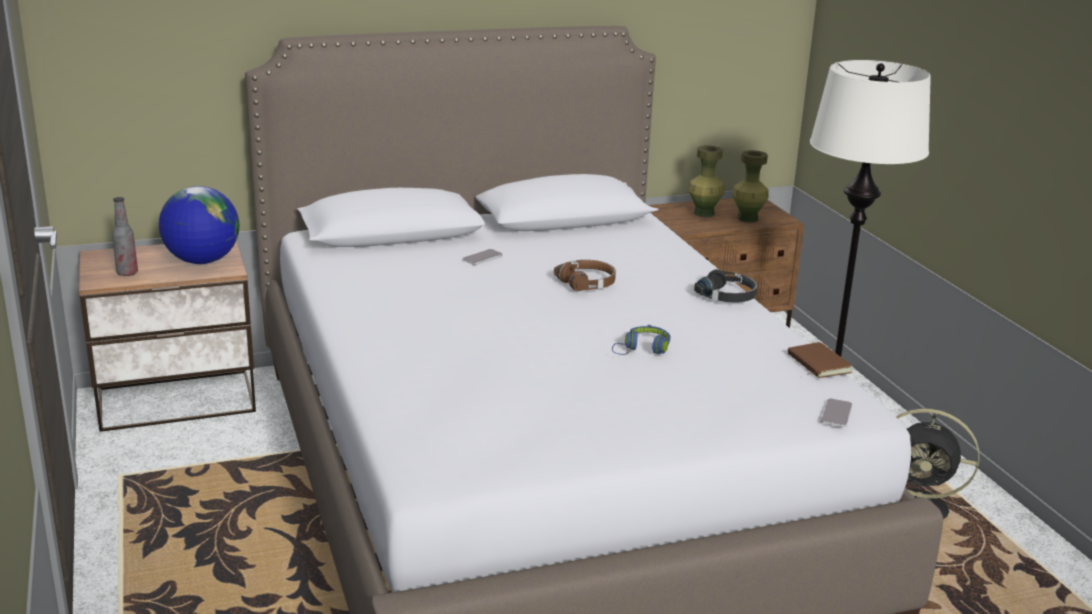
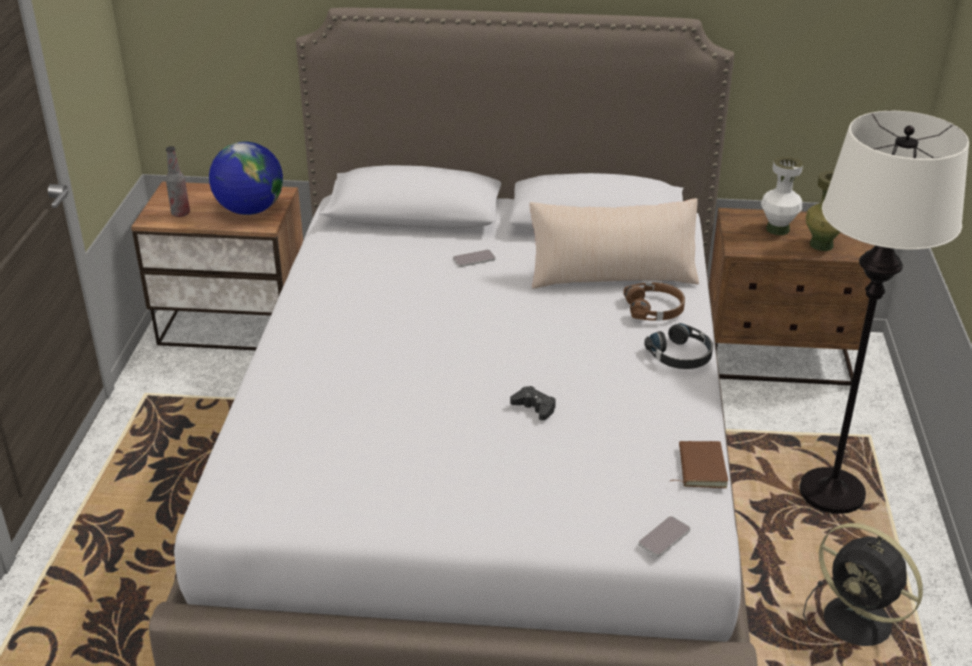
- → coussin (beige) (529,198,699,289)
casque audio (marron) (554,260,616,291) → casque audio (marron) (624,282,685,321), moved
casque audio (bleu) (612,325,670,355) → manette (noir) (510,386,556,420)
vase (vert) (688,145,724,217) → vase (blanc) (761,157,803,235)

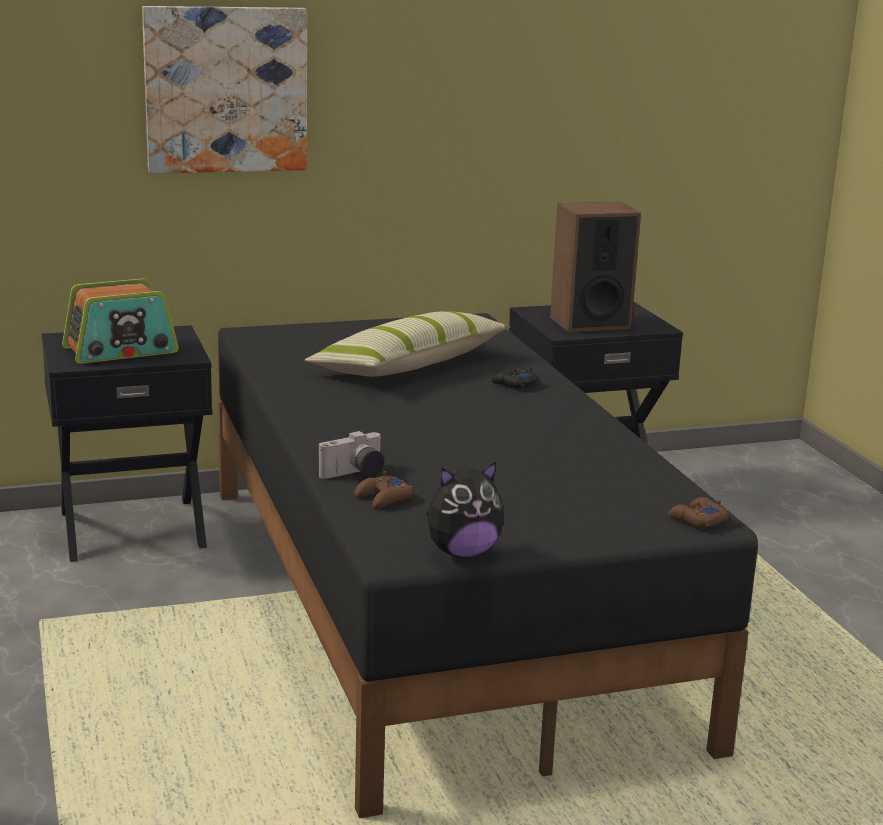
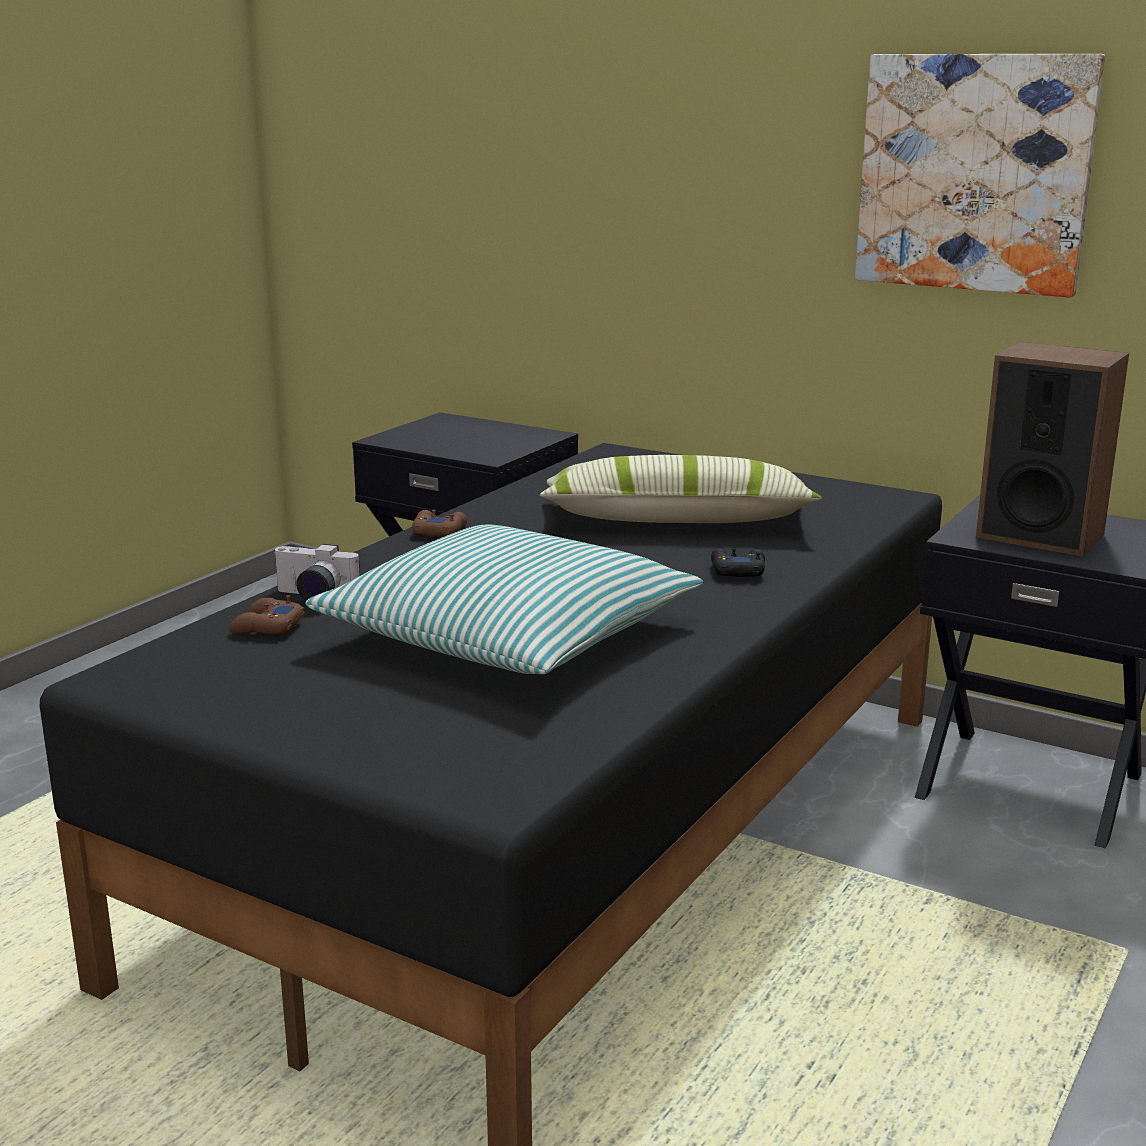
radio (62,278,179,364) → -
peluche (426,461,504,558) → -
- → coussin (305,525,703,675)
tableau (142,6,307,174) → tableau (855,54,1105,297), moved
manette (marron) (668,497,729,528) → manette (marron) (412,510,467,536), moved

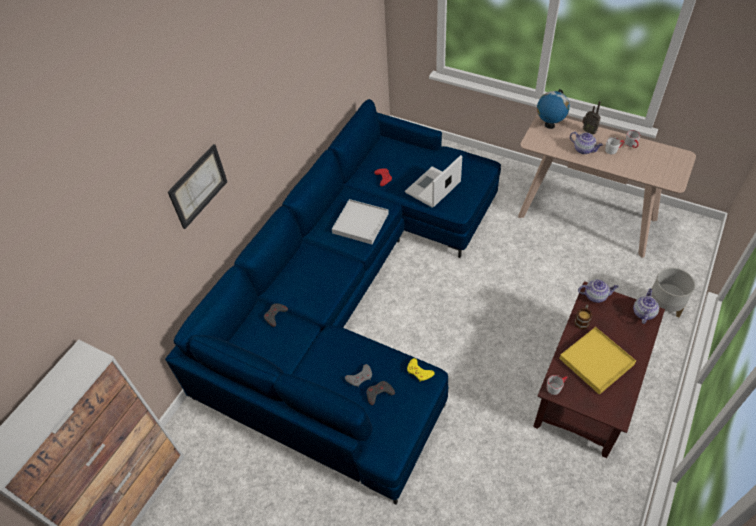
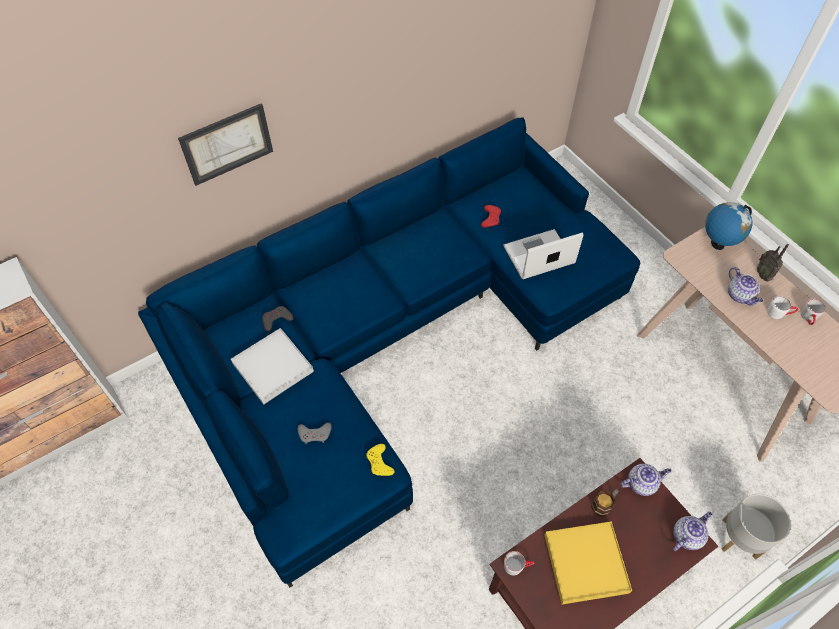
manette (gris) (367,381,395,405) → -
plateau (blanc) (332,199,389,244) → plateau (blanc) (231,328,314,404), moved
théière (578,279,619,303) → théière (620,464,671,496), 45 degrees counterclockwise

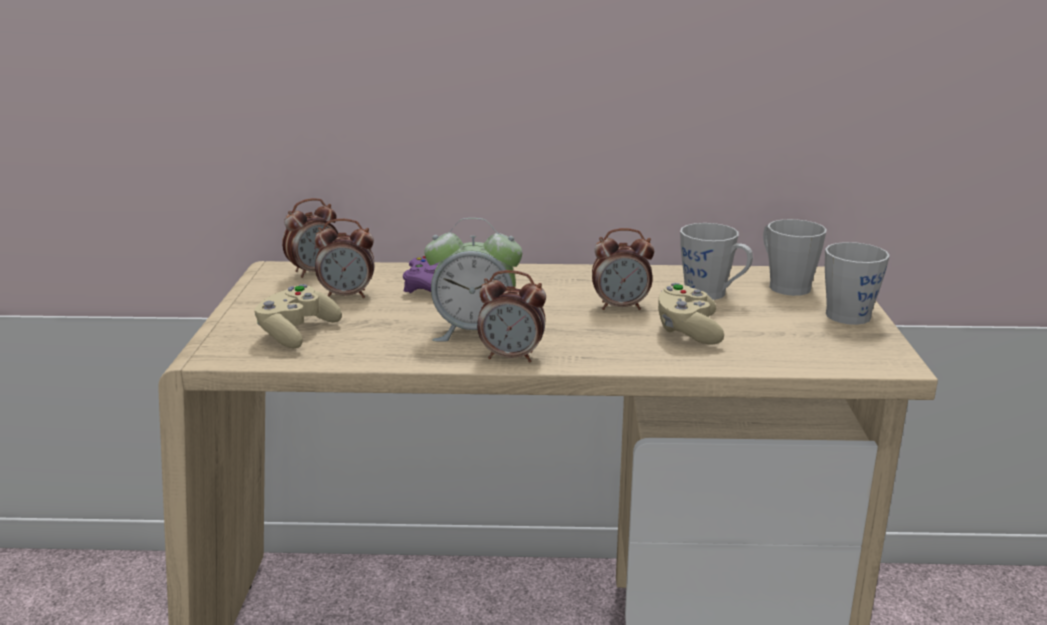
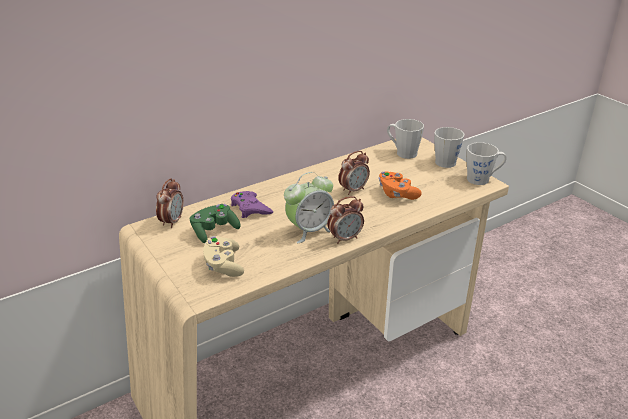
mug (gris) (680,223,753,300) → mug (gris) (467,142,506,185), moved
réveil (315,219,374,298) → manette (vert) (190,204,240,243)
manette (beige) (658,283,724,345) → manette (orange) (379,172,422,200)

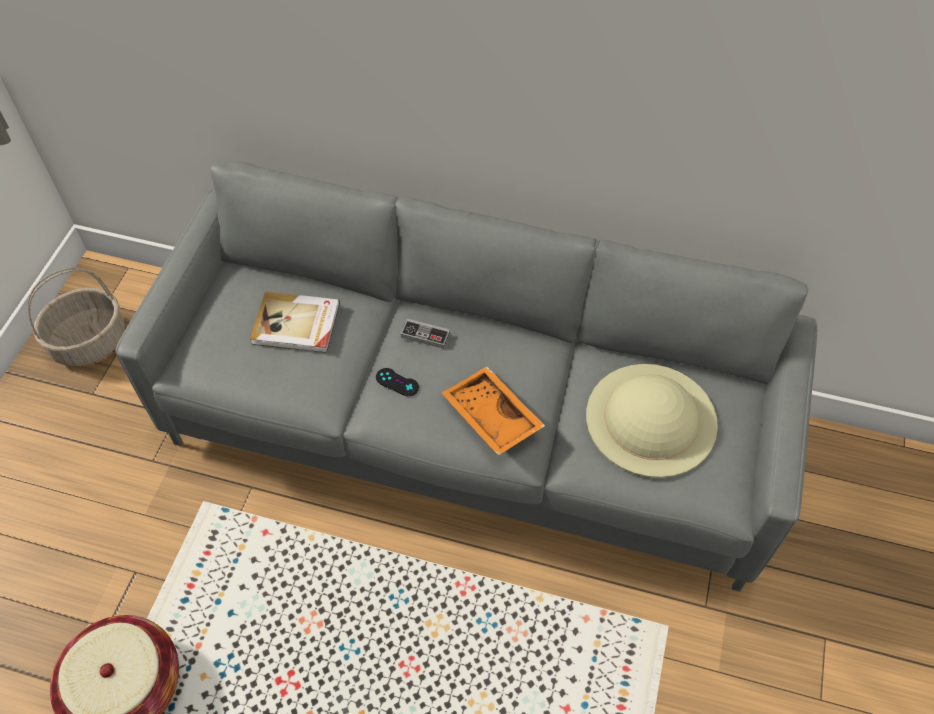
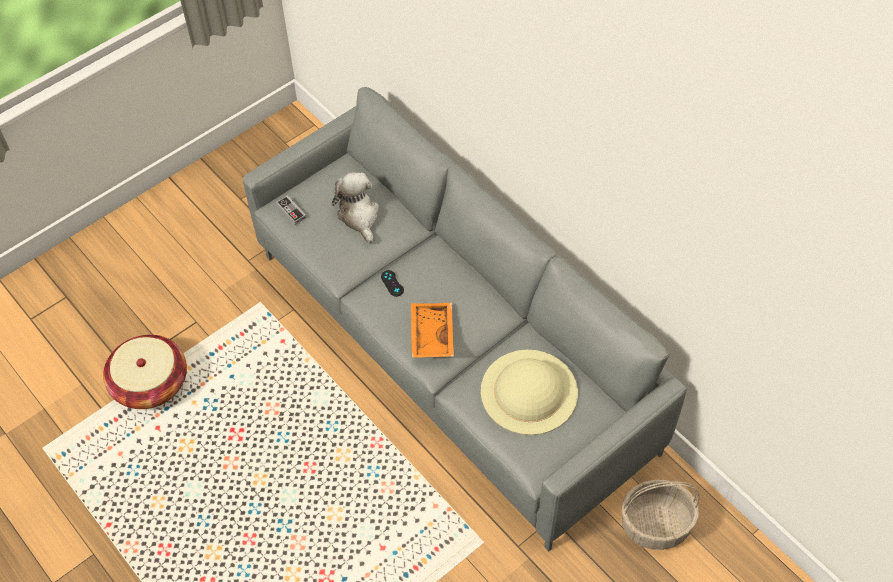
panier (28,268,125,366) → panier (622,480,699,550), moved
manette (401,319,450,349) → manette (276,195,306,225), moved
livre (250,291,340,353) → peluche (332,172,379,243)

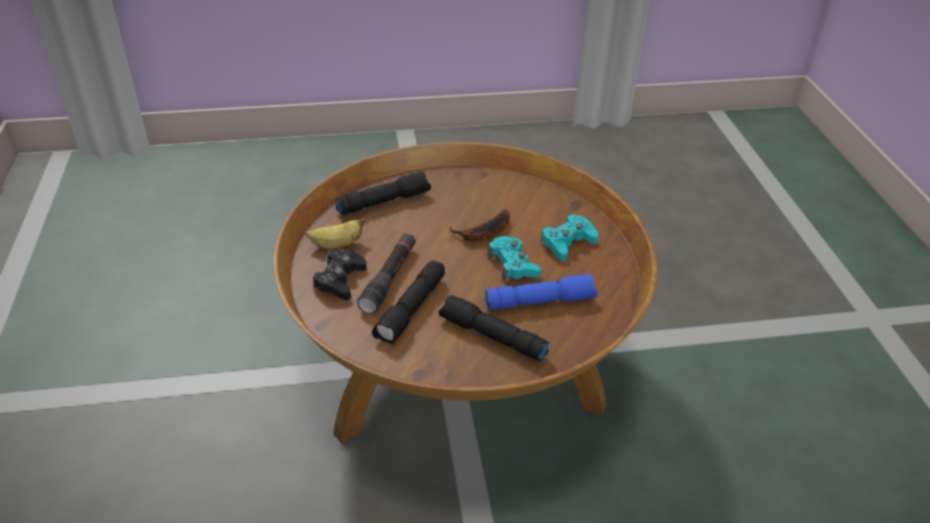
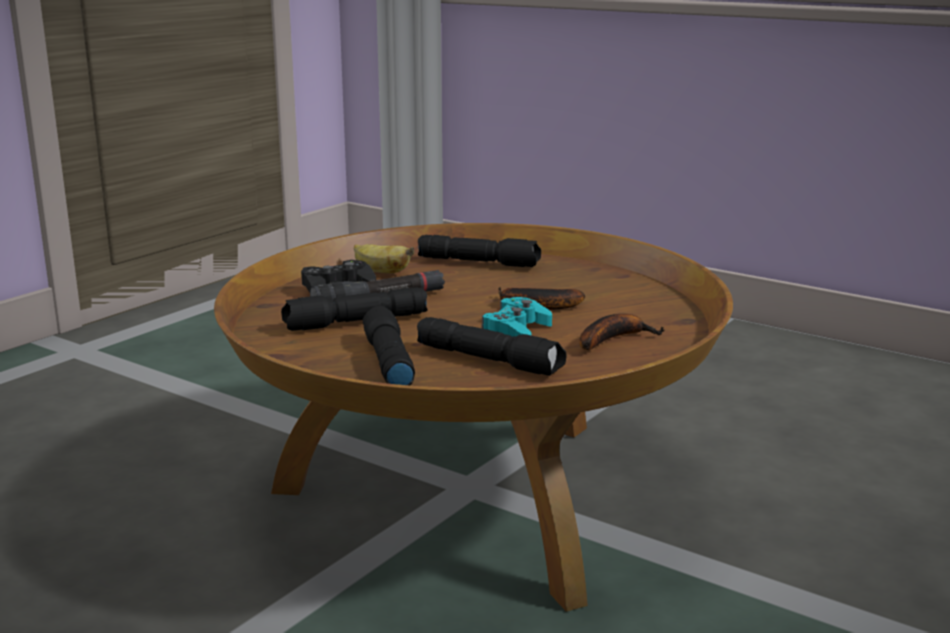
manette (turquoise) (541,214,598,261) → banane (579,314,664,350)
lampe de poche (bleu) (484,274,598,310) → lampe de poche (noir) (417,317,567,376)

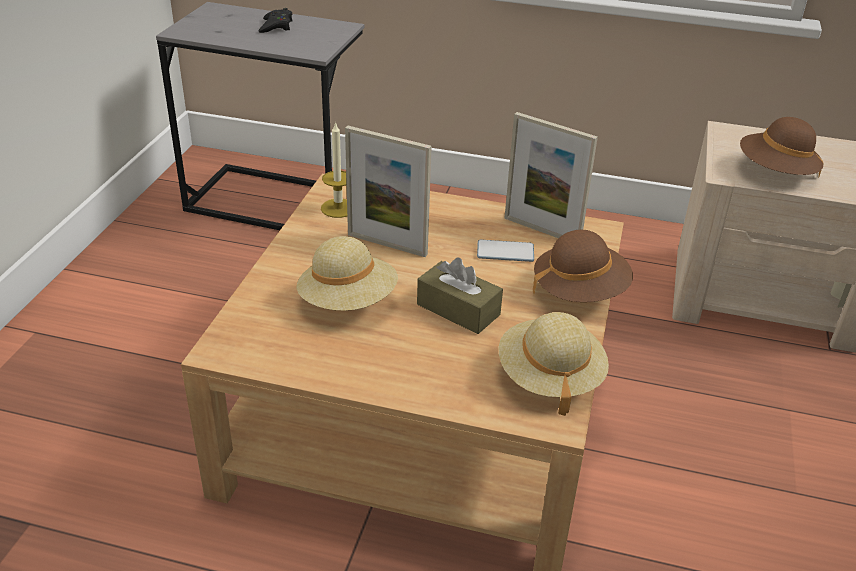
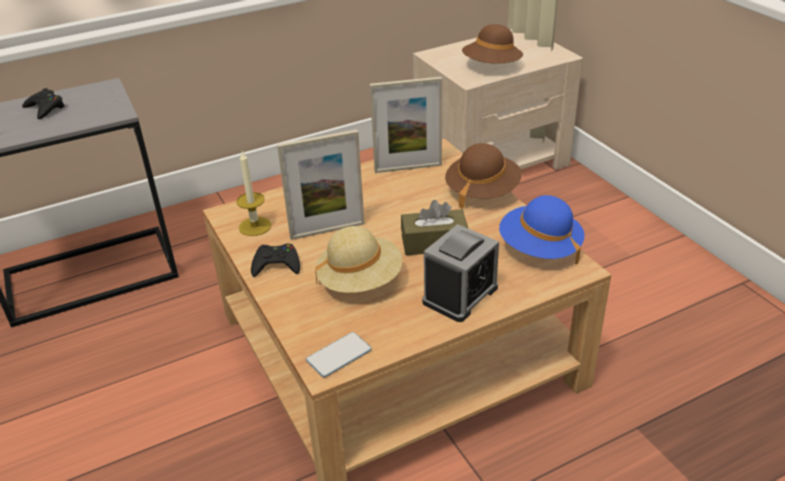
- → manette (noir) (251,244,300,277)
- → réveil (422,224,499,322)
téléphone (477,240,534,262) → téléphone (306,332,372,378), moved
chapeau (beige) (499,312,609,416) → chapeau (bleu) (499,195,585,264)

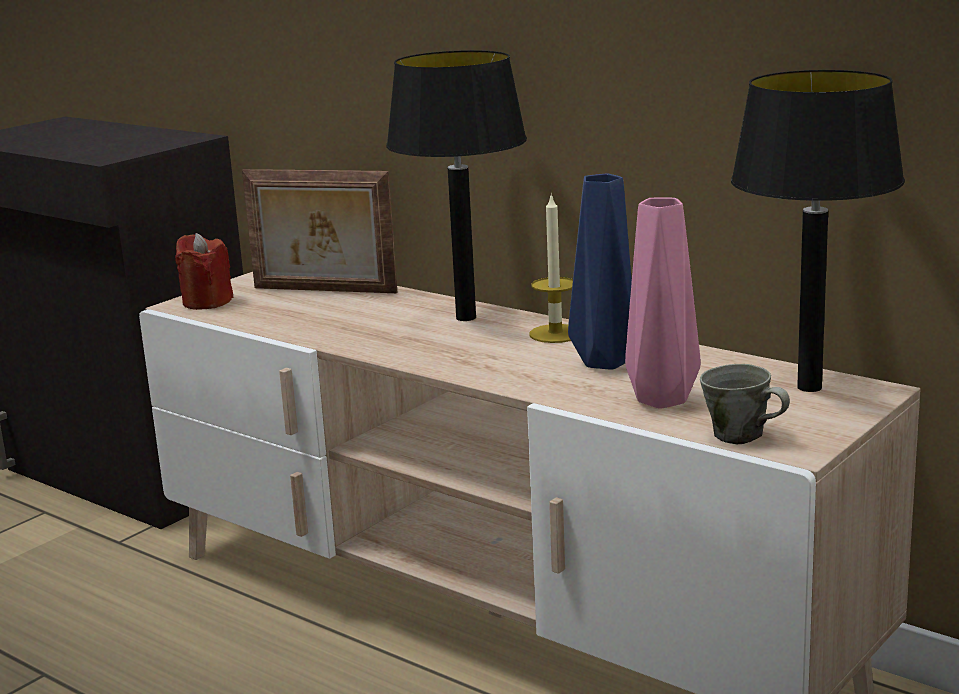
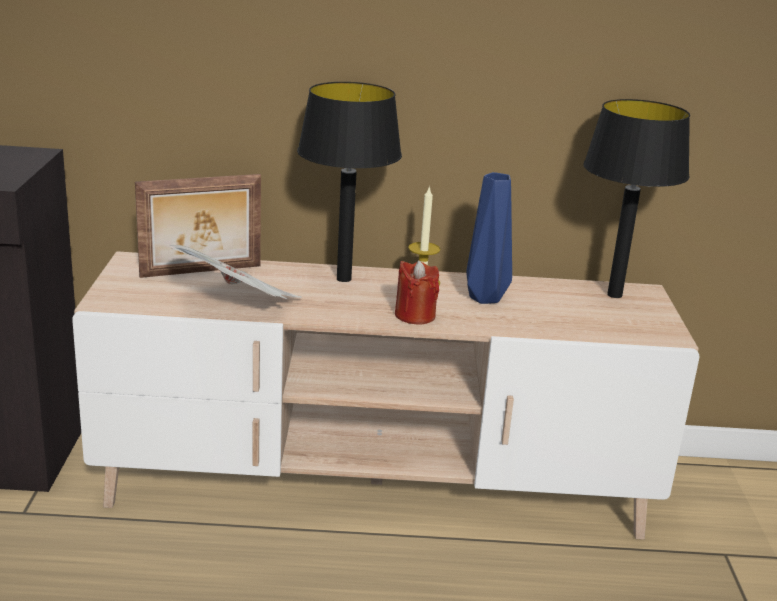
vase (rose) (625,197,701,409) → -
mug (gris) (700,364,790,444) → -
- → journal (169,245,302,299)
bougie (rouge) (175,233,233,310) → bougie (rouge) (395,260,439,324), moved

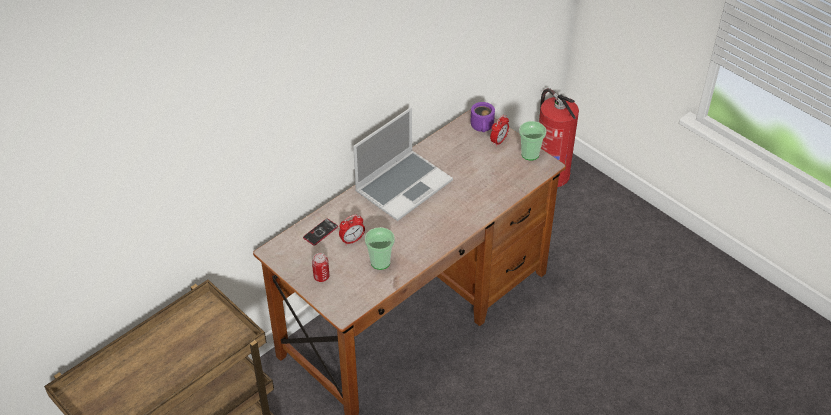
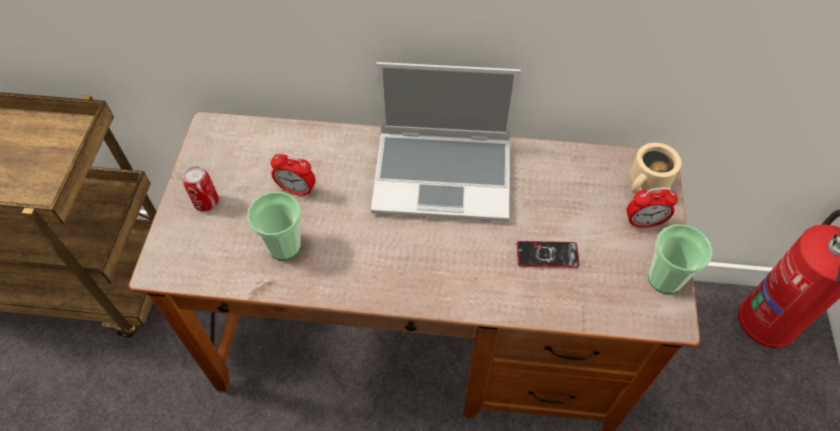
téléphone (303,219,338,246) → téléphone (517,241,579,268), moved
mug (violet) (471,102,495,132) → mug (beige) (629,143,681,194)

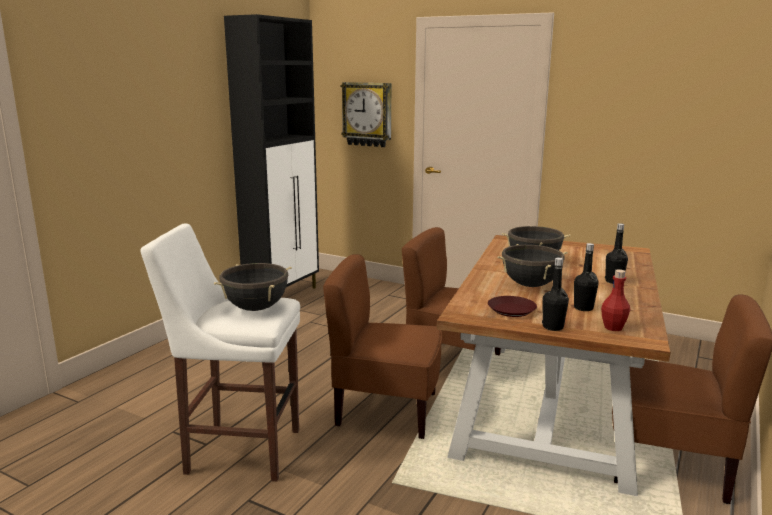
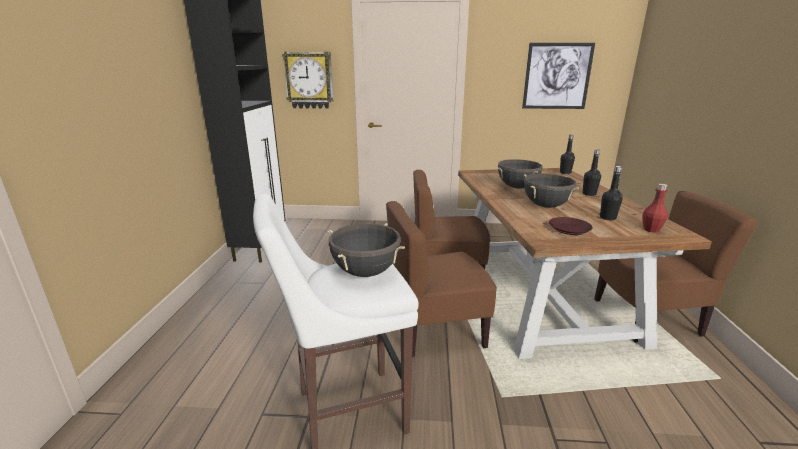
- → tableau (522,43,595,109)
bouteille (noir) (542,258,569,331) → bouteille (noir) (560,135,575,174), moved

